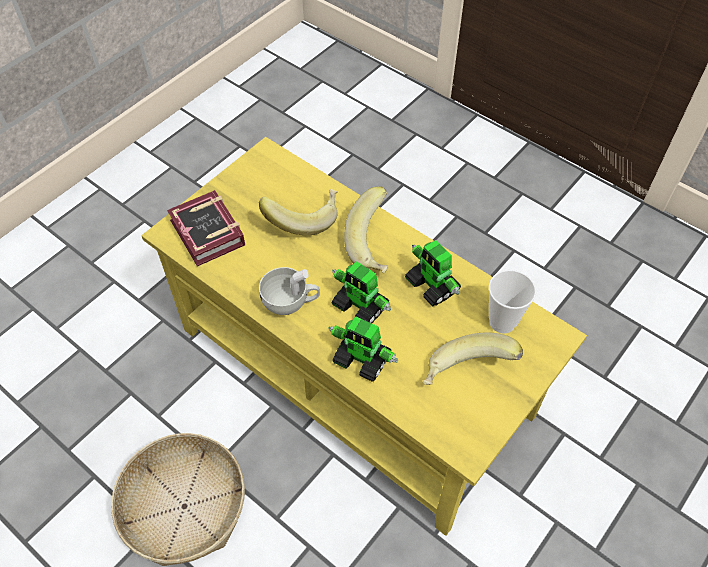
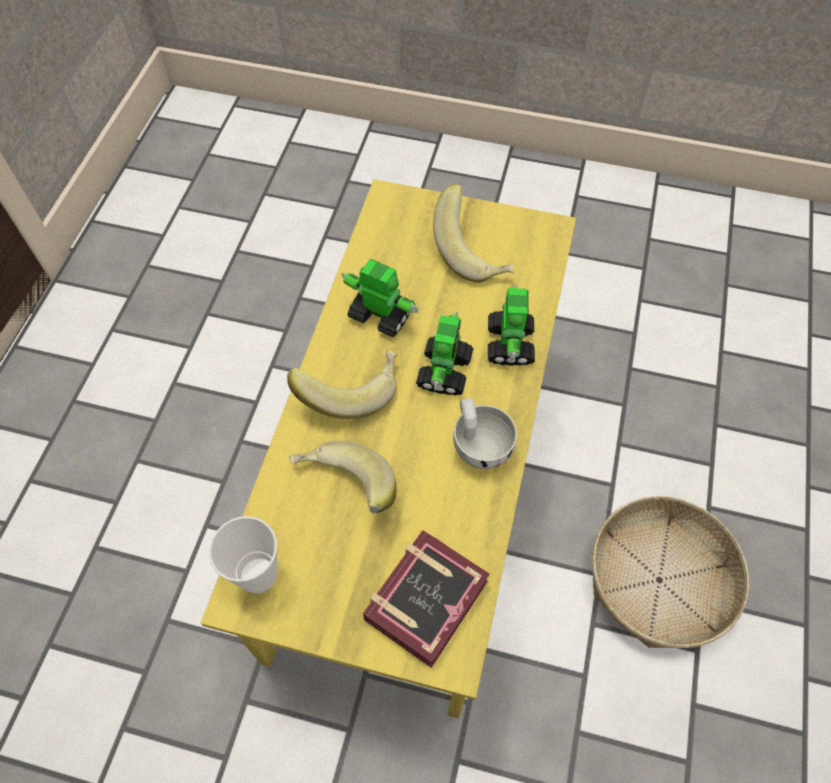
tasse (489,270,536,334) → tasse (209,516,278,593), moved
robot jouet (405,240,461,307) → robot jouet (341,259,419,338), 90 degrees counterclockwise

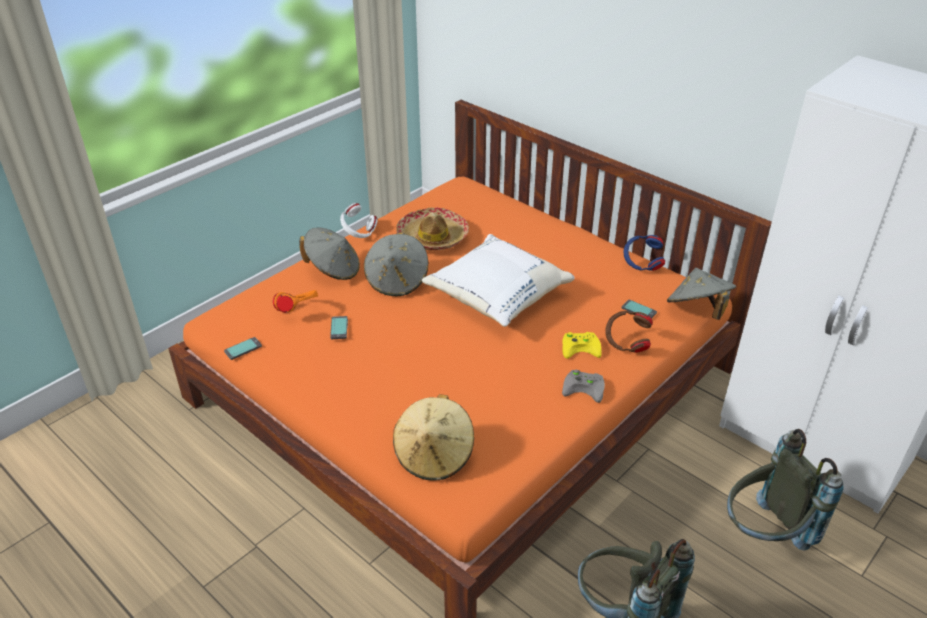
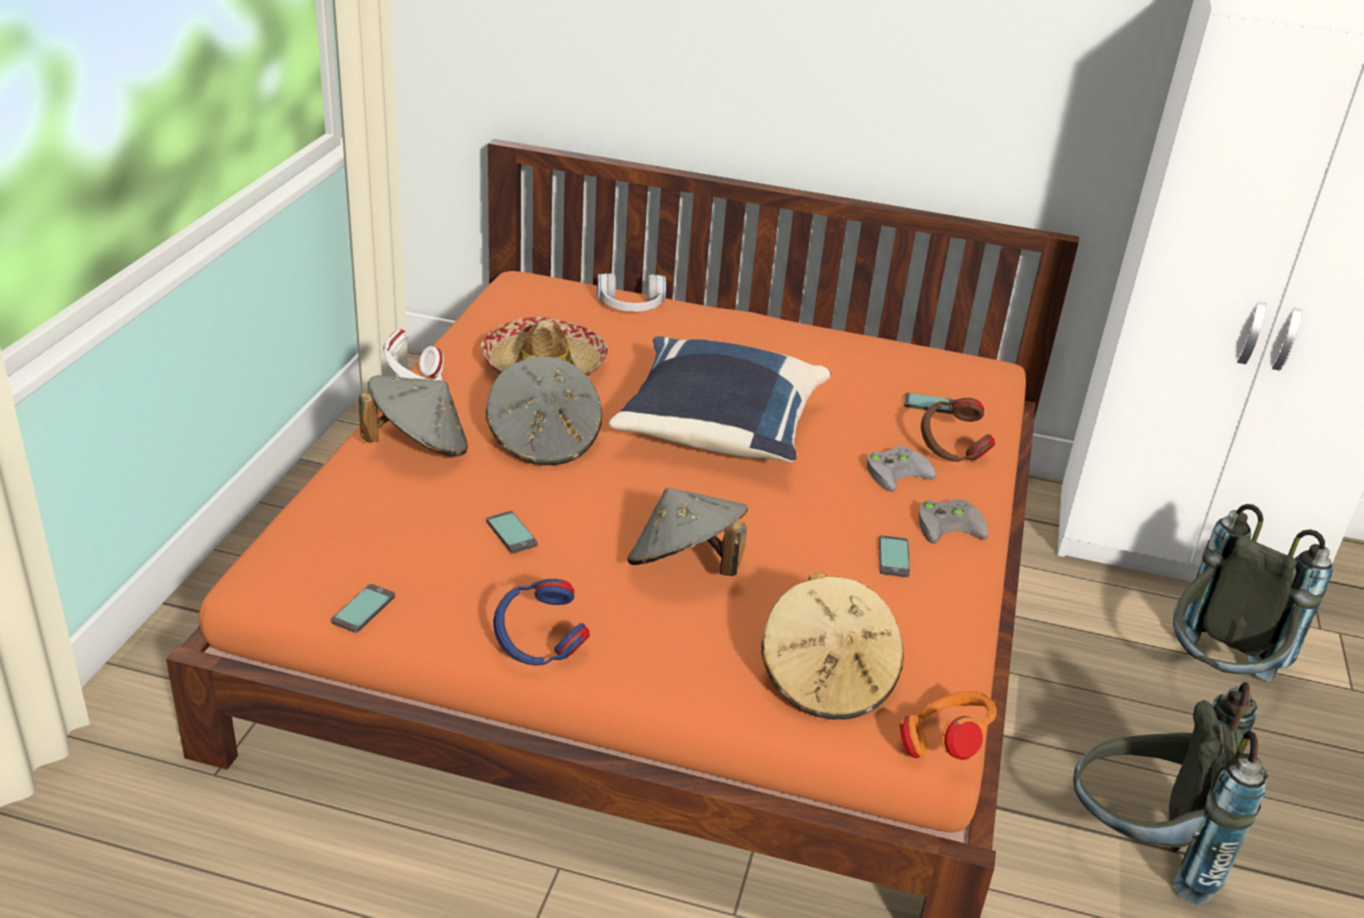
- → casque audio (blanc) (597,273,666,312)
- → téléphone (879,535,910,577)
casque audio (orange) (273,290,318,313) → casque audio (orange) (900,691,997,760), moved
casque audio (bleu) (624,235,665,271) → casque audio (bleu) (493,579,590,666), moved
chapeau (gris) (667,268,736,320) → chapeau (gris) (627,487,748,576), moved
coussin (blanc) (422,234,575,327) → coussin (bleu) (609,336,831,463)
manette (jaune) (562,332,602,359) → manette (gris) (867,446,936,492)

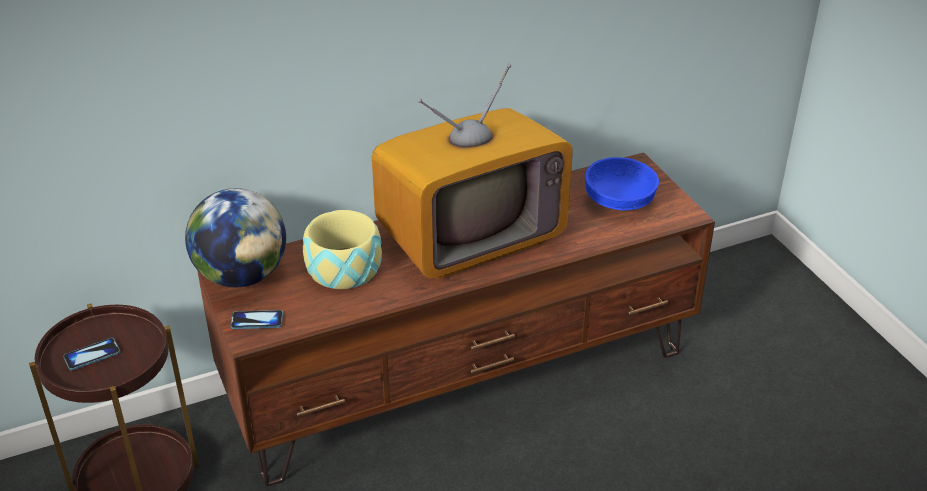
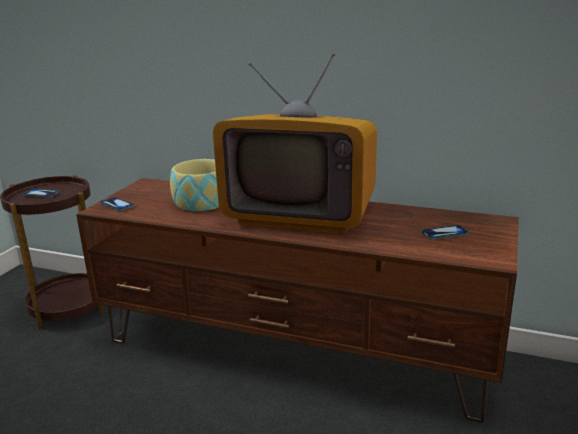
globe (185,188,286,287) → -
bol (bleu) (585,157,659,210) → téléphone (421,225,469,240)

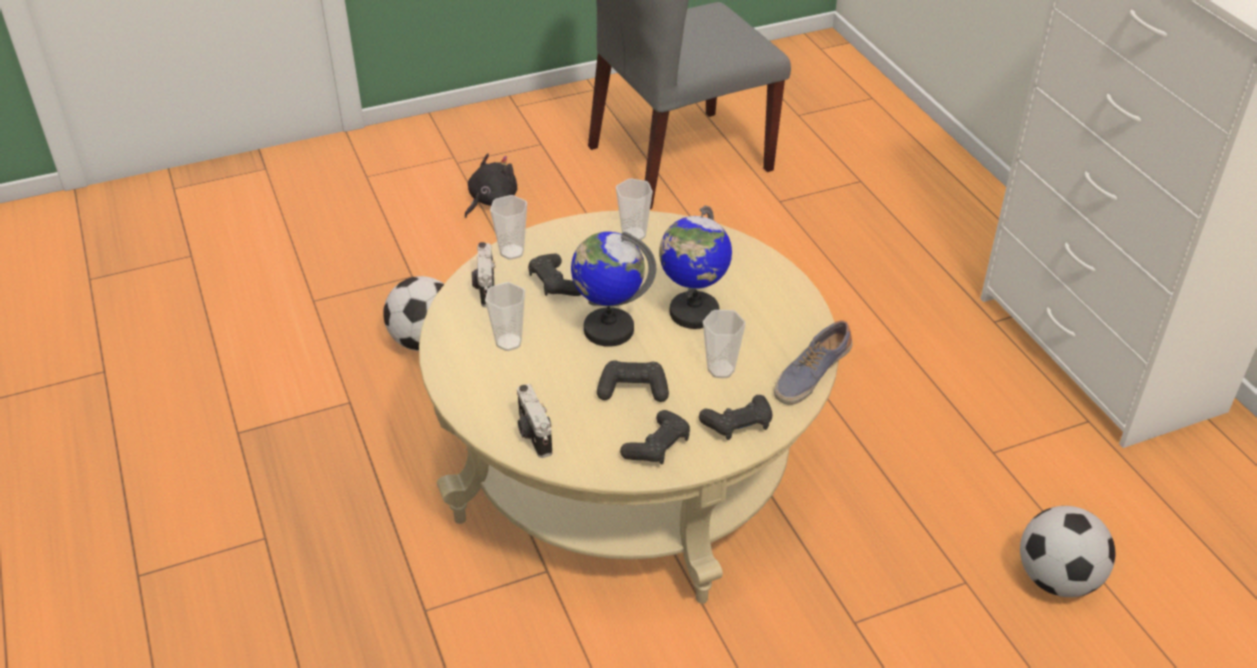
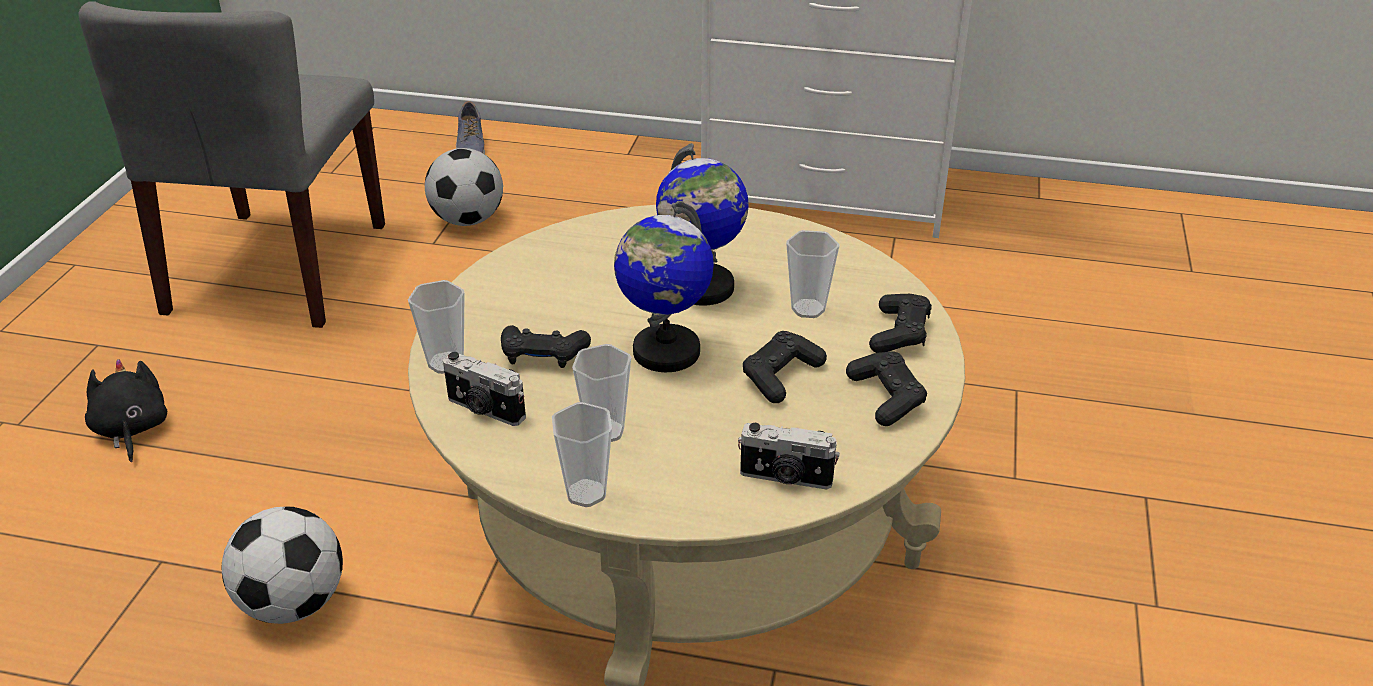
tasse (616,178,653,240) → tasse (552,402,612,507), moved
chaussure (774,320,852,405) → chaussure (456,101,485,154), moved
ballon de foot (1020,506,1115,597) → ballon de foot (425,148,503,226), moved

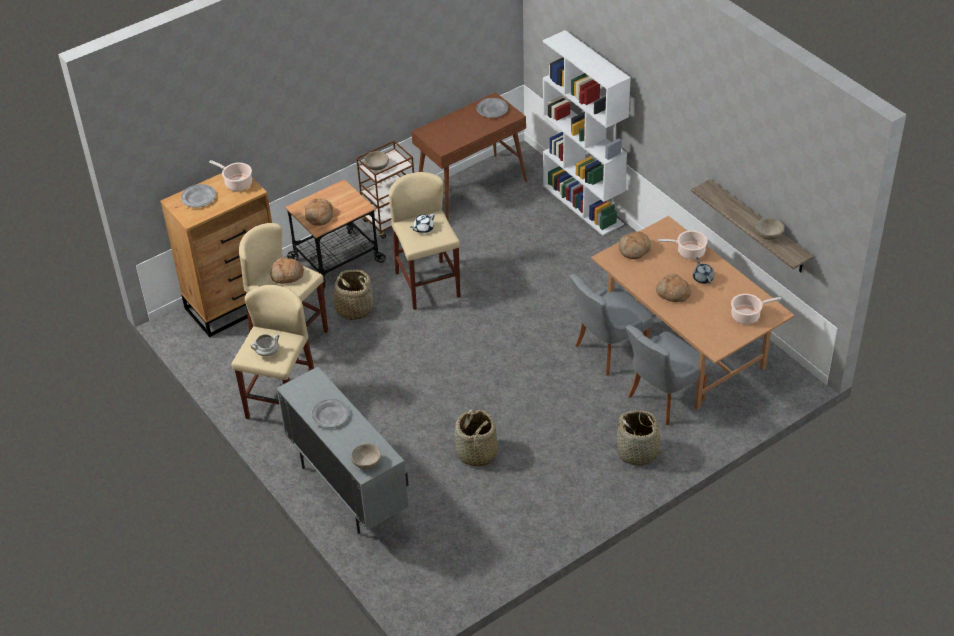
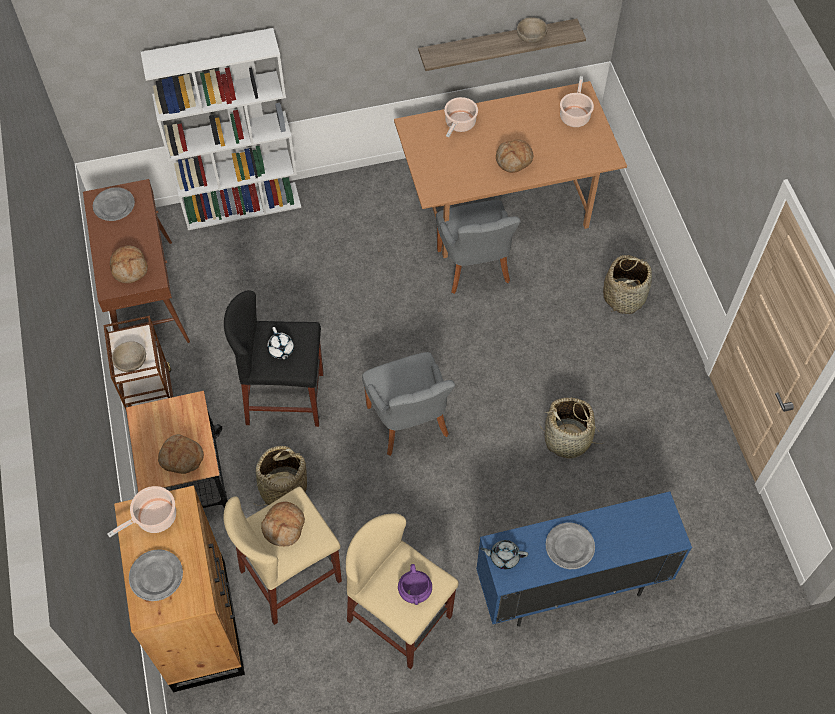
bol (beige) (351,443,381,469) → -
pain (619,231,651,259) → pain (110,245,148,283), moved
chaise (gris) (626,325,710,425) → chaise (gris) (362,352,455,456), moved
théière (gris) (693,257,714,284) → théière (gris) (480,540,528,569), moved
marmite (blanc) (251,334,279,356) → marmite (violet) (398,564,432,605)
meuble de rangement (gris) (277,367,409,534) → meuble de rangement (bleu) (476,491,692,627)
tabouret (beige) (389,172,461,310) → tabouret (noir) (224,290,323,427)

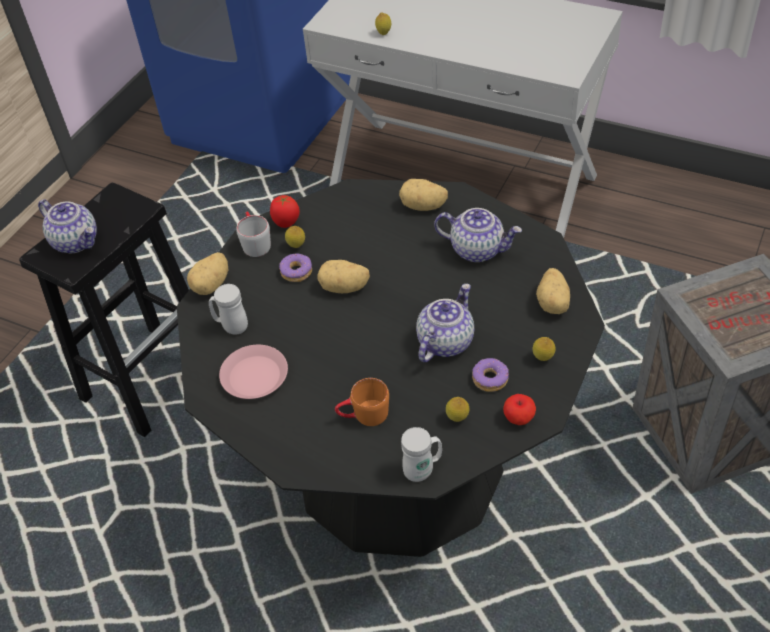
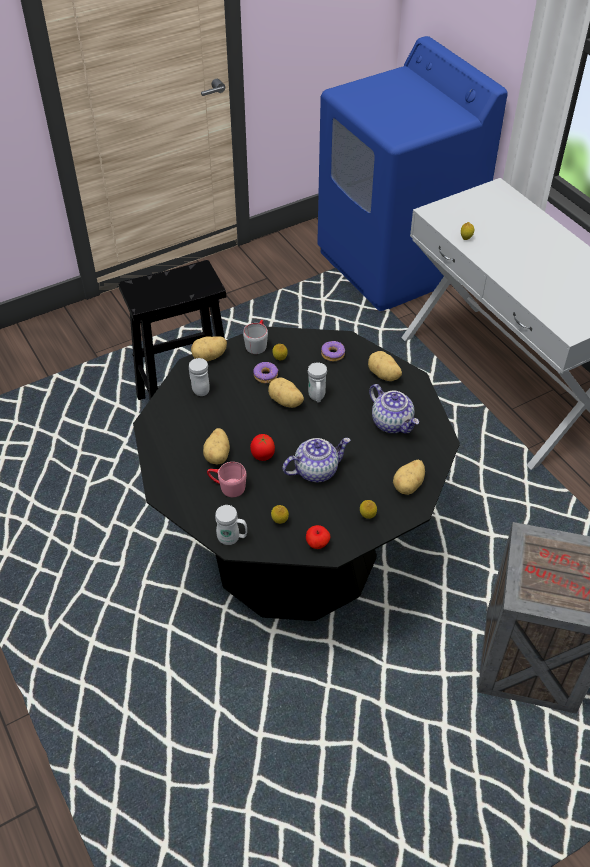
théière (38,199,97,253) → -
assiette (rose) (219,345,288,399) → -
- → pomme de terre (203,428,230,465)
- → mug (blanc) (308,362,327,402)
tomate (270,195,300,228) → tomate (250,434,275,461), moved
beignet (472,358,509,392) → beignet (321,341,345,361), moved
mug (orange) (335,378,389,426) → mug (rose) (207,462,246,497)

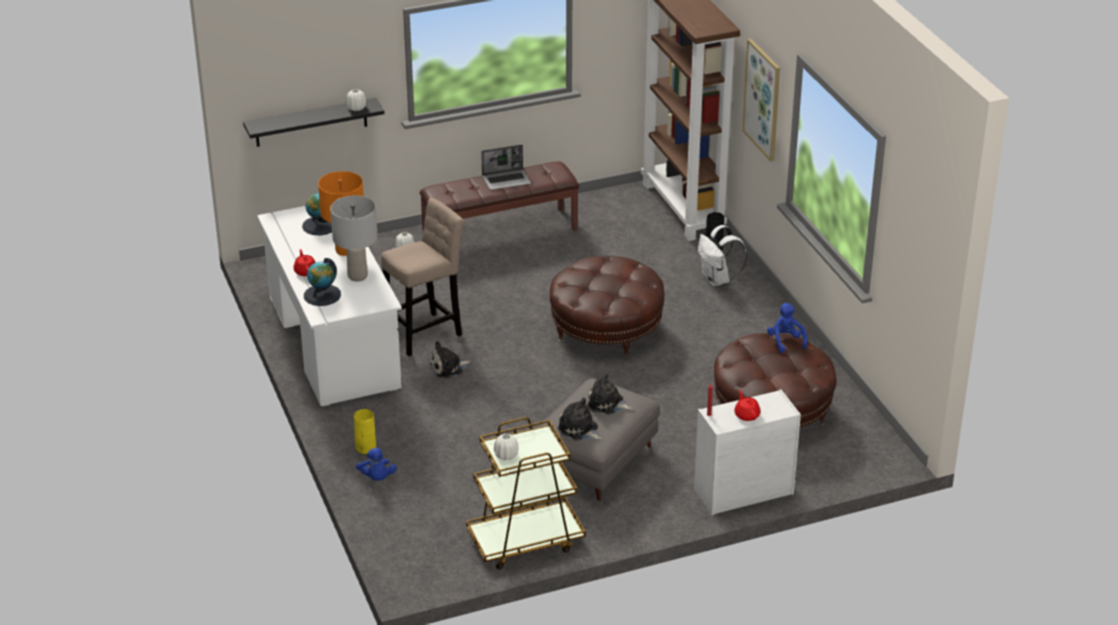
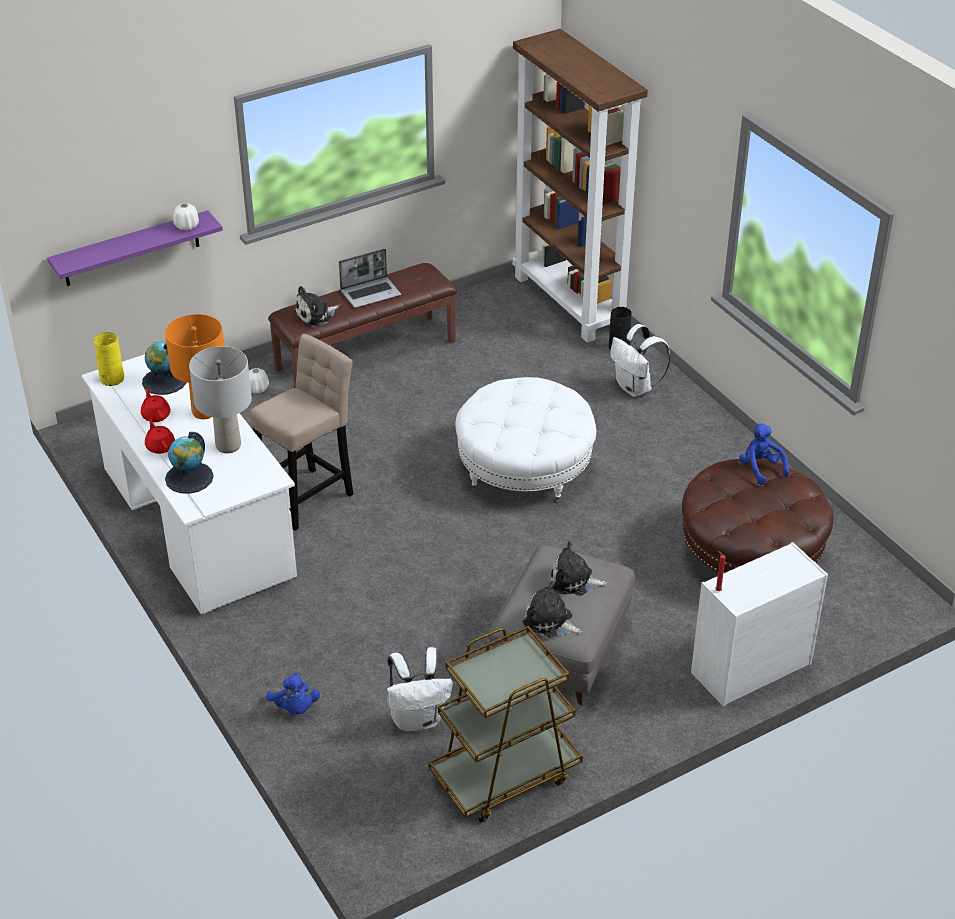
vase (blanc) (494,434,519,460) → -
tableau (743,39,780,162) → -
- → sac à dos (blanc) (387,647,453,731)
vase (jaune) (354,409,376,454) → vase (jaune) (94,332,124,386), moved
peluche (430,341,471,378) → peluche (294,286,339,327), moved
théière (rouge) (734,390,760,421) → théière (rouge) (141,388,170,422), moved
étagère (noir) (243,98,384,147) → étagère (violet) (47,210,223,286)
pouf (marron) (550,256,665,358) → pouf (blanc) (455,377,596,503)

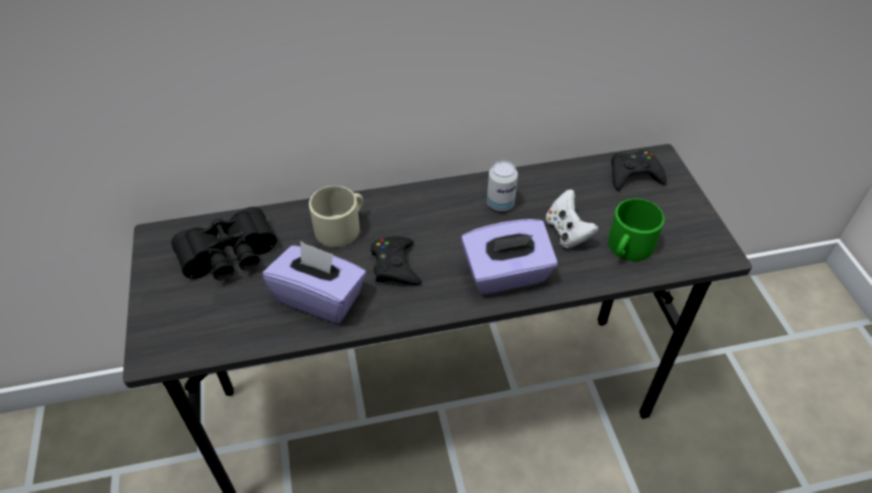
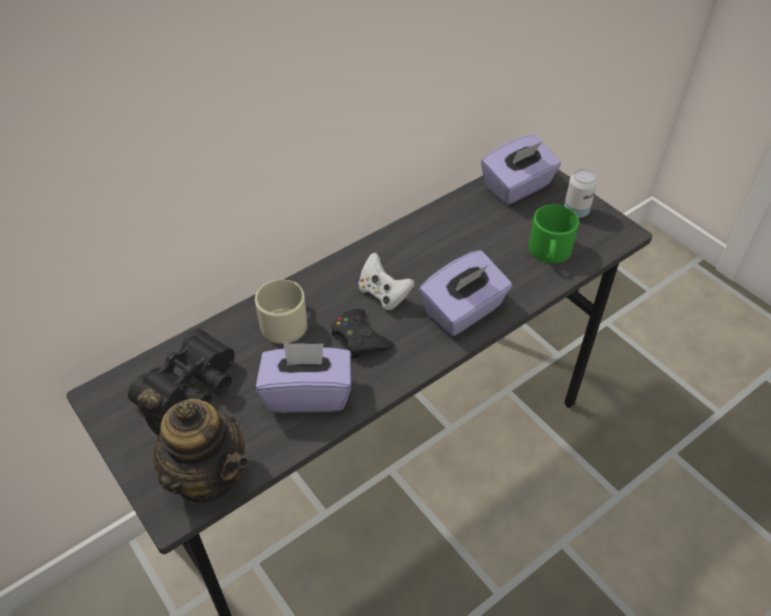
- → théière (137,388,249,502)
boîte métallique (487,160,518,211) → boîte métallique (564,169,597,217), moved
manette (blanc) (546,189,599,248) → manette (blanc) (358,253,415,310), moved
manette (noir) (611,150,667,191) → boîte à mouchoirs (violet) (481,135,561,205)

